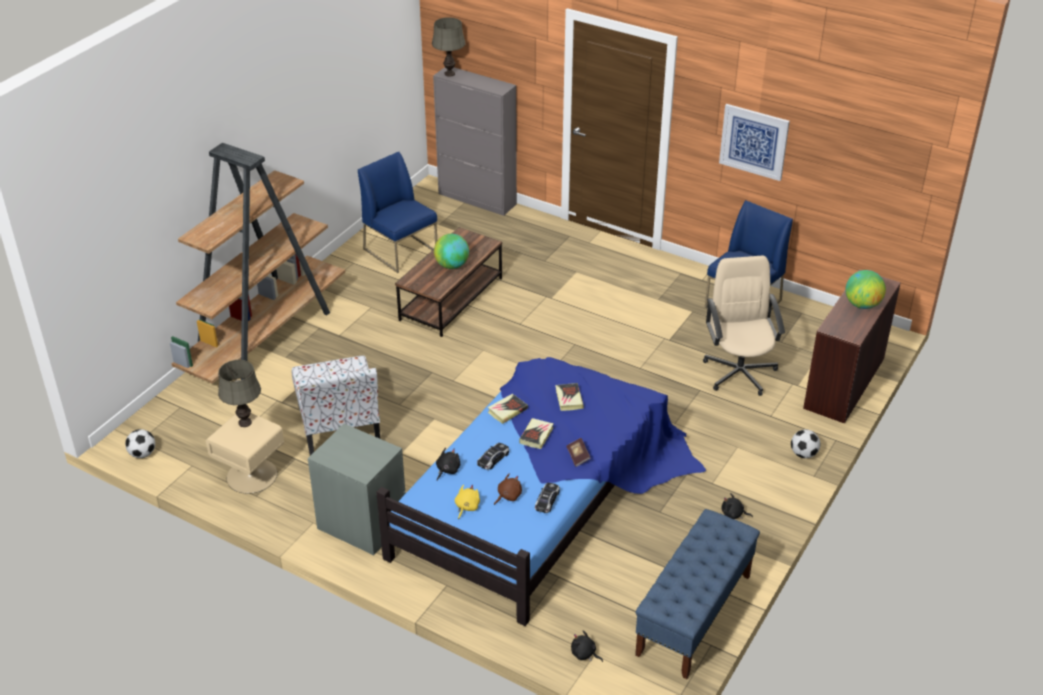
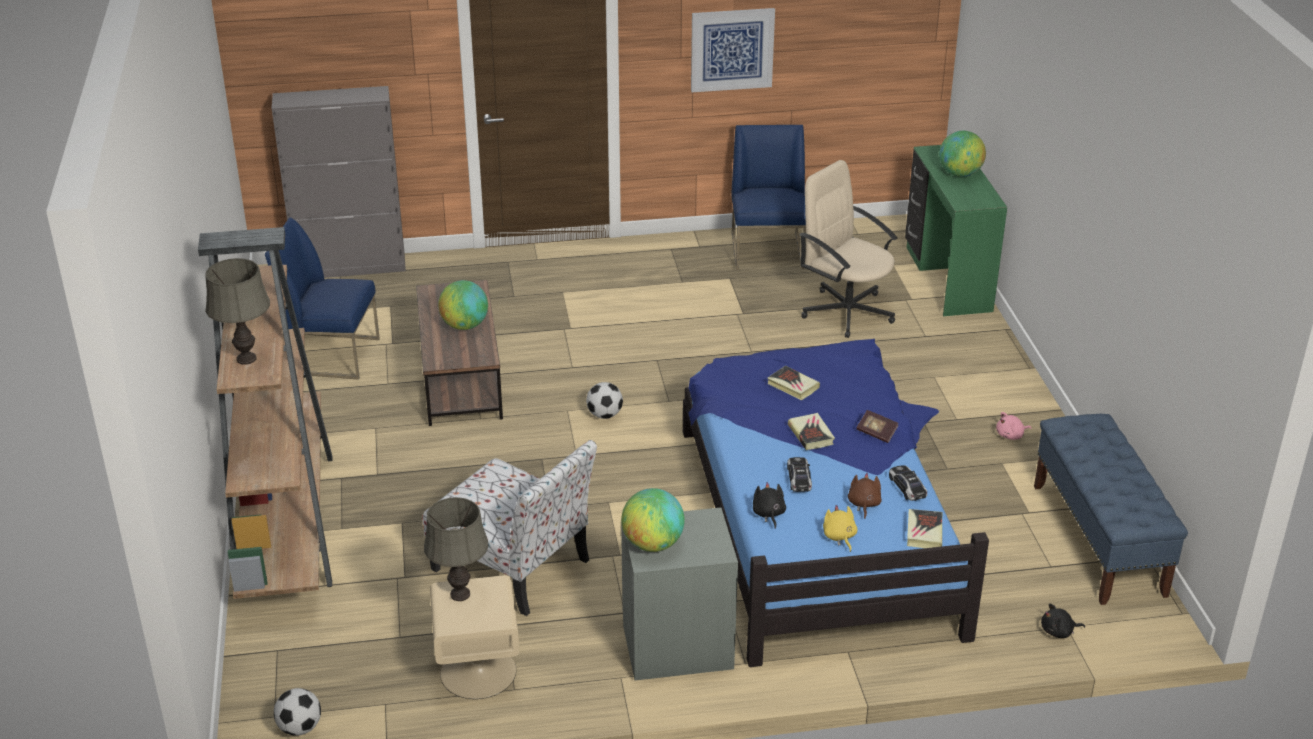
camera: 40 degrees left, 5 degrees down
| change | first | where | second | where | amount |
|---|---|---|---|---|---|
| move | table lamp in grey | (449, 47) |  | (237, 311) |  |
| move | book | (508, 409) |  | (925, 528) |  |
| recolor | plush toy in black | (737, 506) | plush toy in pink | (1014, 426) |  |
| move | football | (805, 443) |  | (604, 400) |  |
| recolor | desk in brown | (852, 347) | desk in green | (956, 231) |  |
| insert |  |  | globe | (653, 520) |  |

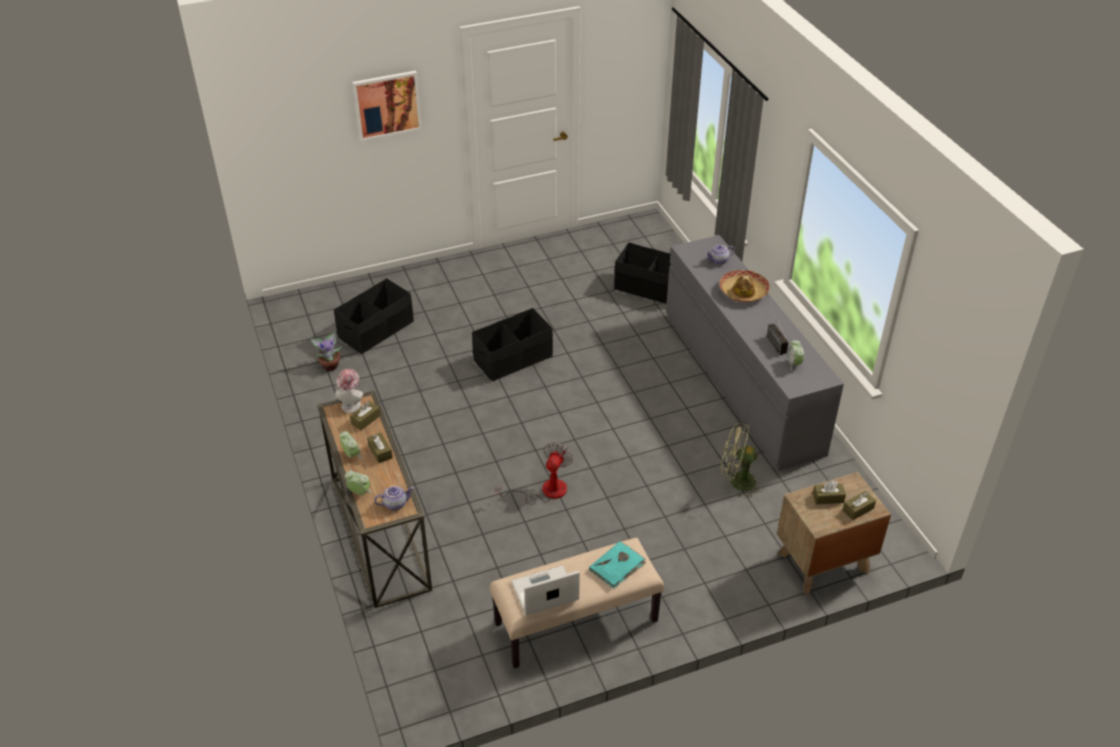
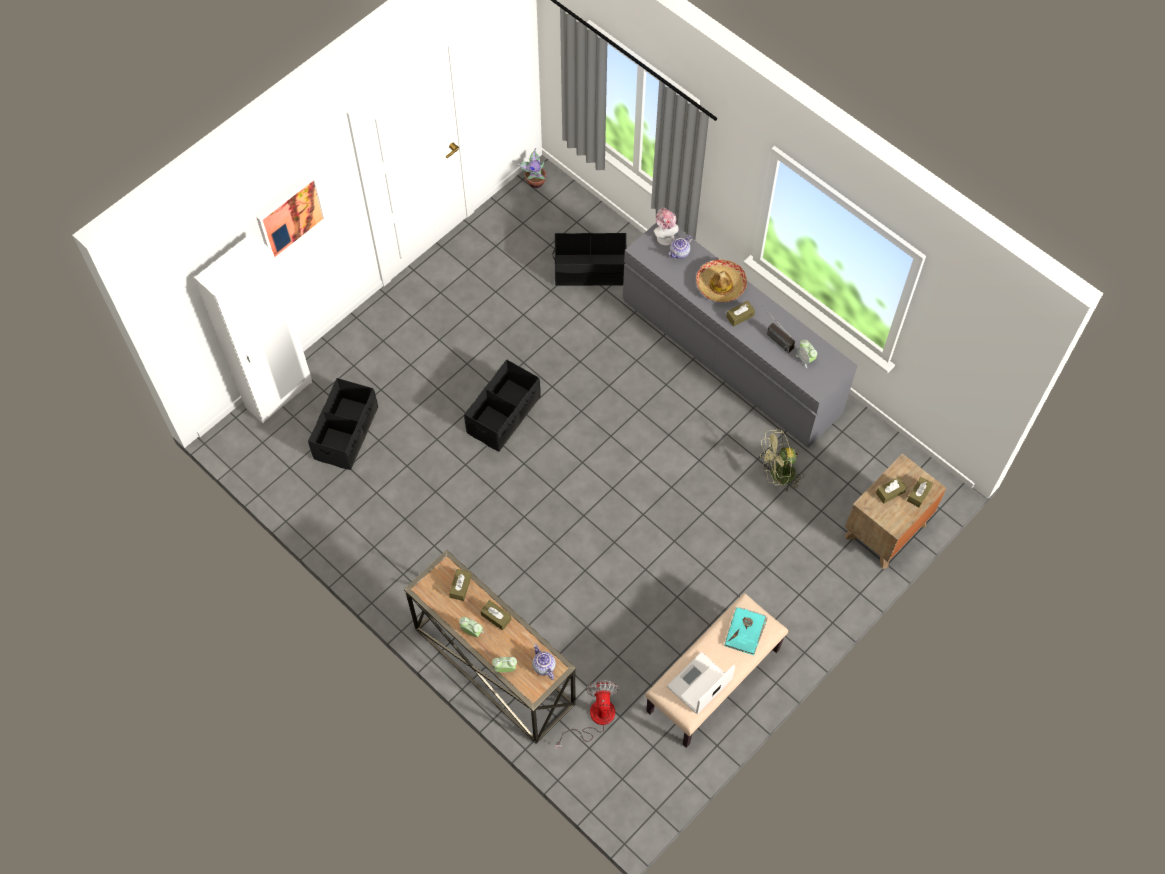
camera: 25 degrees left, 20 degrees up
| change | first | where | second | where | amount |
|---|---|---|---|---|---|
| move | potted plant | (325, 350) |  | (532, 168) |  |
| move | hat | (349, 391) |  | (666, 227) |  |
| rotate | teapot | (394, 498) |  | (544, 662) | 75 degrees counterclockwise |
| move | fan | (534, 473) |  | (587, 714) |  |
| insert |  |  | wardrobe in white | (253, 328) |  |
| insert |  |  | tissue box in brown | (740, 314) |  |

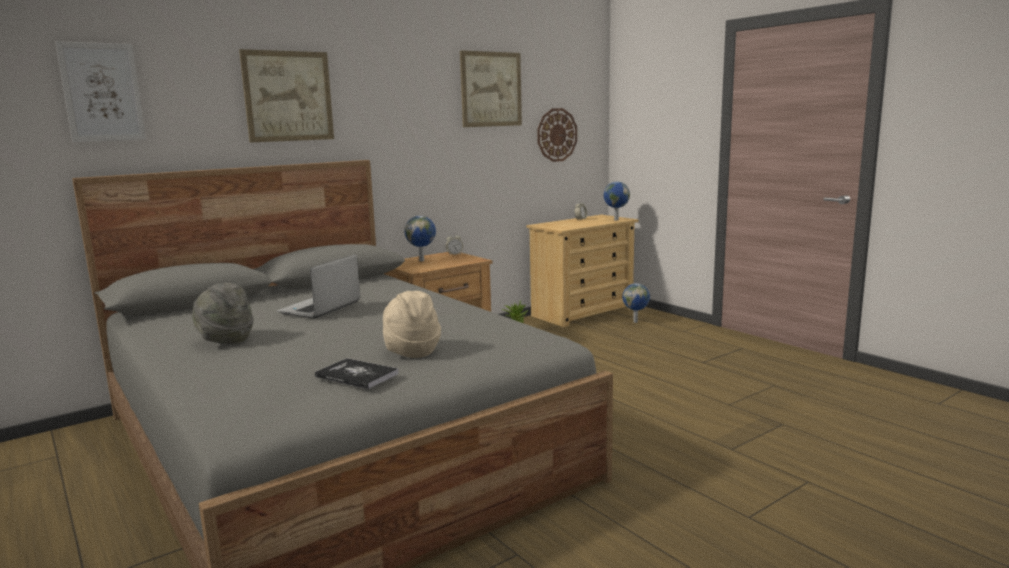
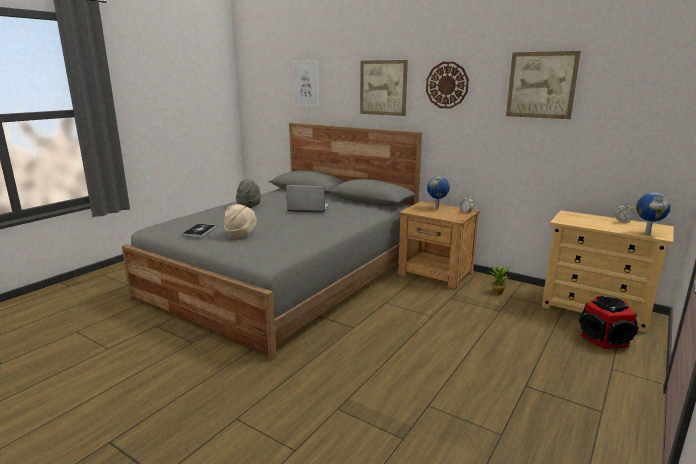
camera: 70 degrees right, 5 degrees up
| change | first | where | second | where | amount |
|---|---|---|---|---|---|
| move | wall clock | (557, 135) |  | (447, 85) |  |
| replace | globe | (636, 303) | speaker | (608, 322) |  |

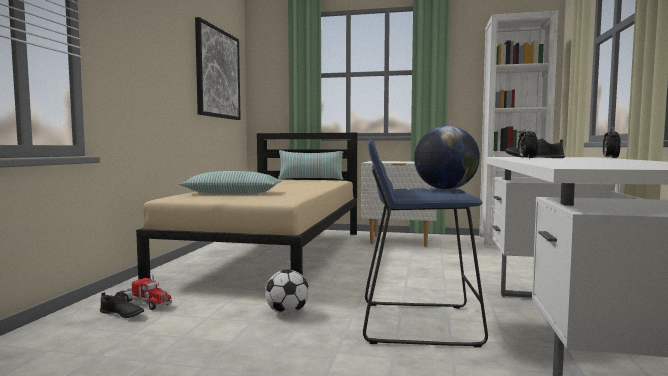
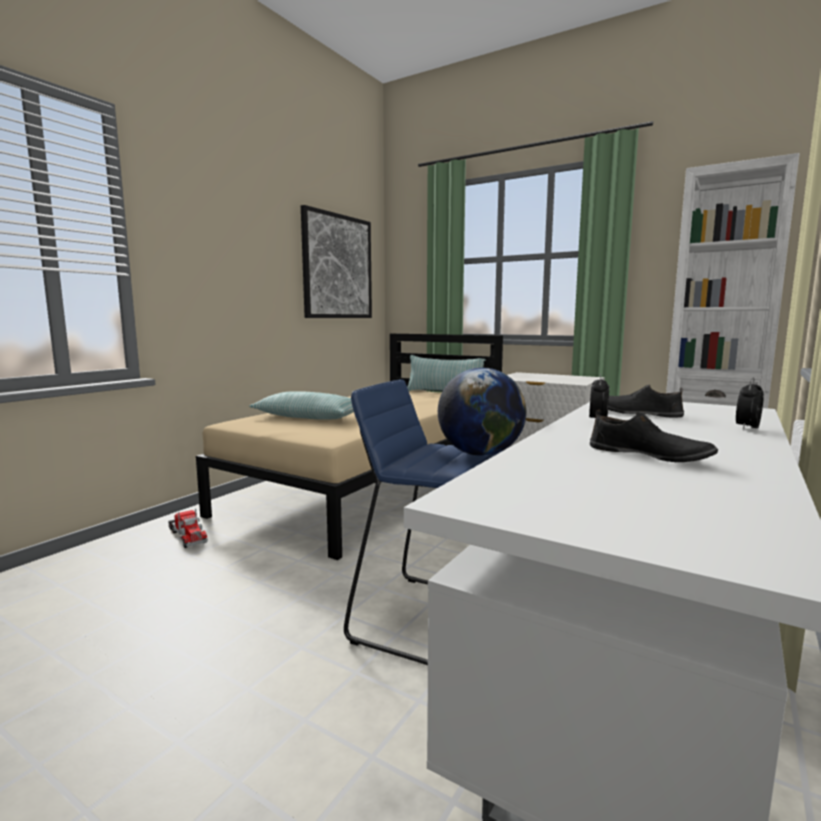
camera: 20 degrees right, 5 degrees up
| change | first | where | second | where | amount |
|---|---|---|---|---|---|
| move | shoe in black | (122, 305) |  | (654, 435) |  |
| delete | football | (287, 292) |  |  |  |

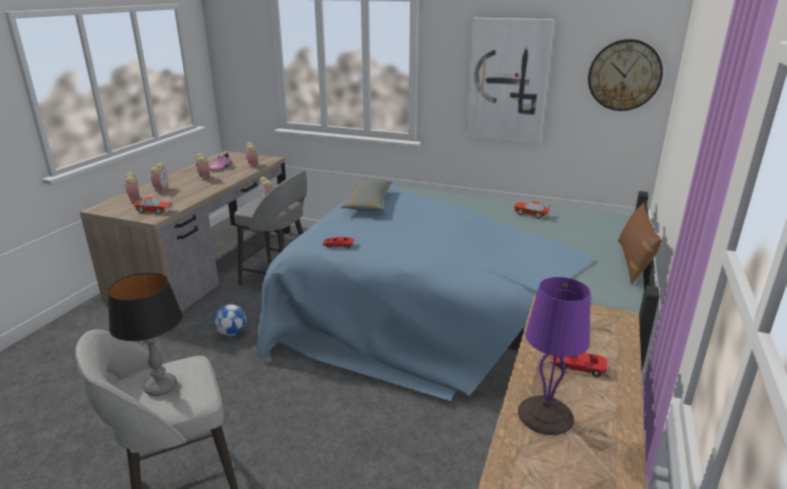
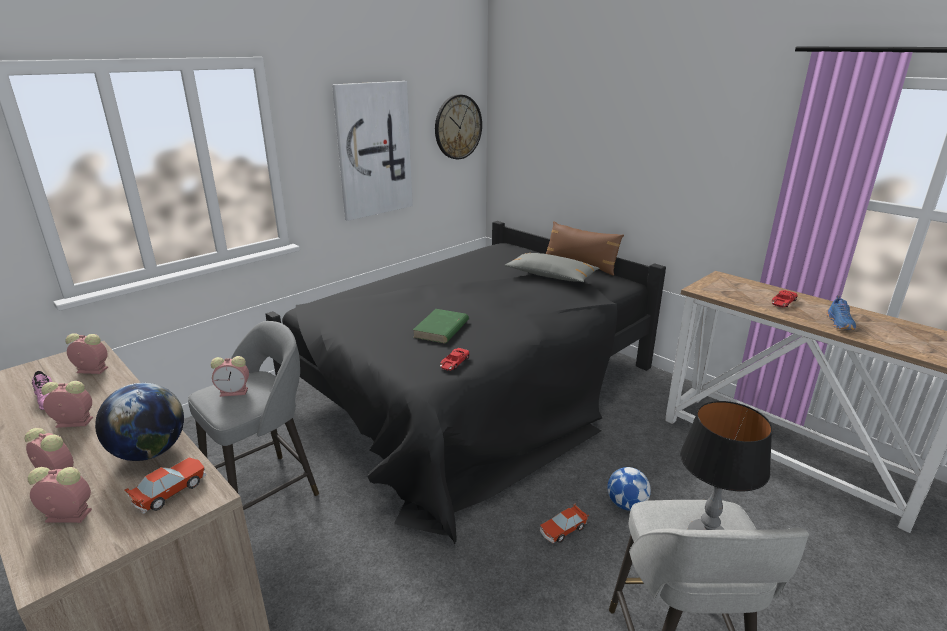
camera: 65 degrees left, 0 degrees up
| change | first | where | second | where | amount |
|---|---|---|---|---|---|
| move | football | (230, 320) |  | (629, 489) |  |
| recolor | bed in blue | (458, 293) | bed in black | (465, 383) |  |
| move | pillow in grey | (366, 195) |  | (551, 267) |  |
| move | toy car | (532, 210) |  | (564, 523) |  |
| replace | table lamp in purple | (554, 356) | shoe in blue | (841, 312) |  |
| insert |  |  | globe | (139, 422) |  |
| insert |  |  | book in green | (441, 326) |  |

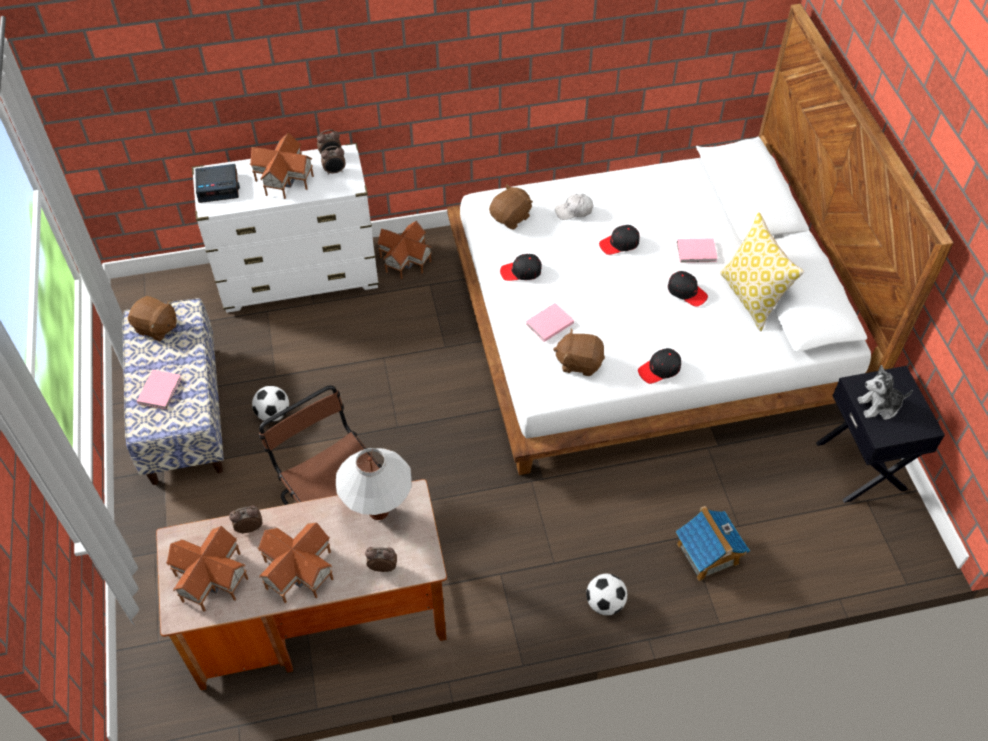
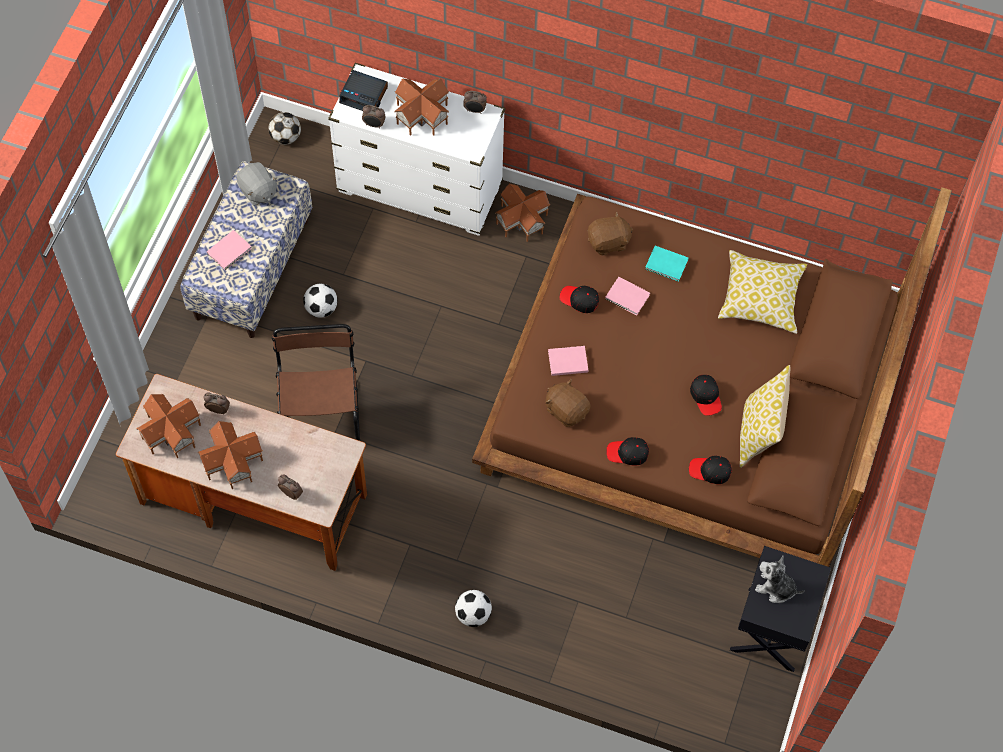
camera: 30 degrees right, 10 degrees up
| change | first | where | second | where | amount |
|---|---|---|---|---|---|
| recolor | plush toy in brown | (152, 318) | plush toy in grey | (257, 184) |  |
| move | alarm clock | (333, 160) |  | (374, 117) |  |
| delete | table lamp in white | (374, 484) |  |  |  |
| recolor | bed in white | (700, 239) | bed in brown | (712, 377) |  |
| replace | cap in white | (574, 206) | book in turquoise | (666, 264) |  |
| move | cap in black | (619, 240) |  | (710, 470) |  |
| delete | toy house | (712, 543) |  |  |  |
| move | book in pink | (697, 250) |  | (627, 296) |  |
| insert |  |  | football | (285, 128) |  |
| insert |  |  | pillow | (762, 292) |  |

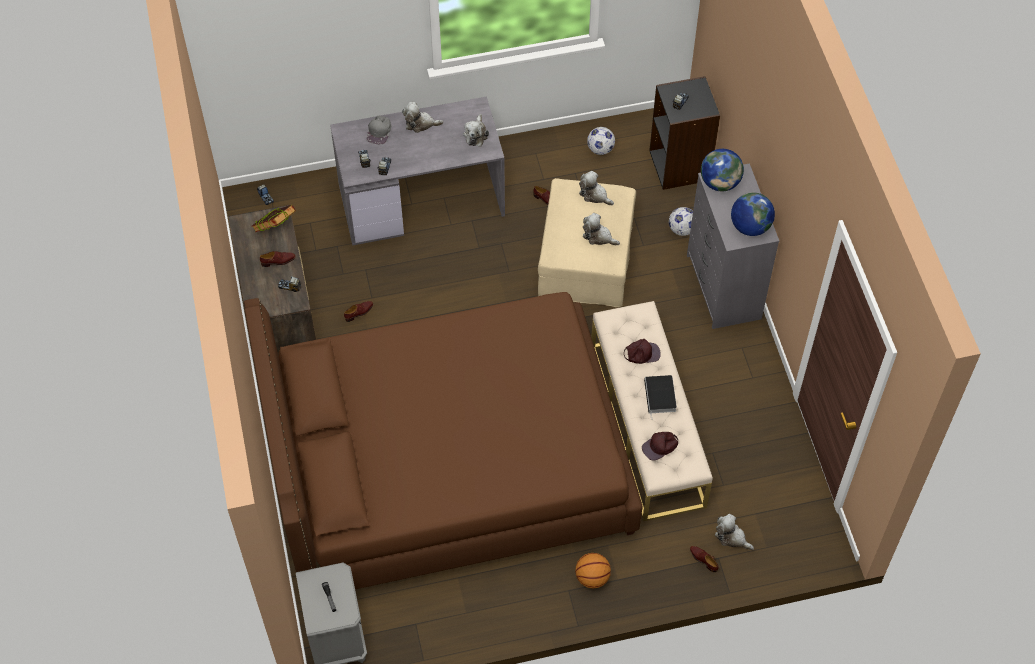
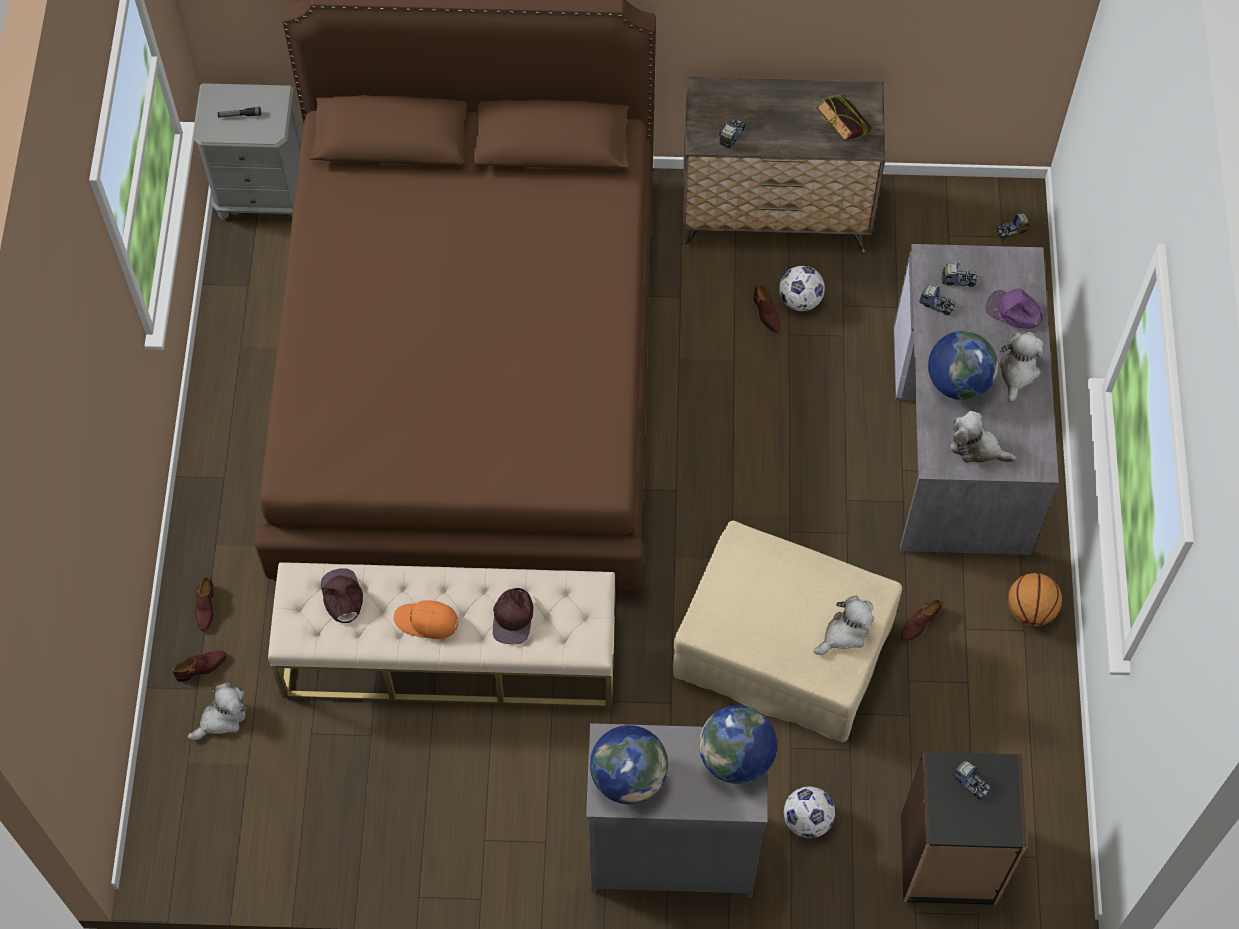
camera: 105 degrees right, 5 degrees up
| change | first | where | second | where | amount |
|---|---|---|---|---|---|
| move | shoe in brown | (278, 259) |  | (204, 604) |  |
| recolor | cap in grey | (379, 129) | cap in purple | (1013, 308) |  |
| move | basketball | (593, 571) |  | (1035, 599) |  |
| delete | plush toy | (601, 229) |  |  |  |
| move | football | (601, 141) |  | (802, 288) |  |
| replace | book | (660, 397) | cap in orange | (426, 619) |  |
| insert |  |  | globe | (963, 365) |  |

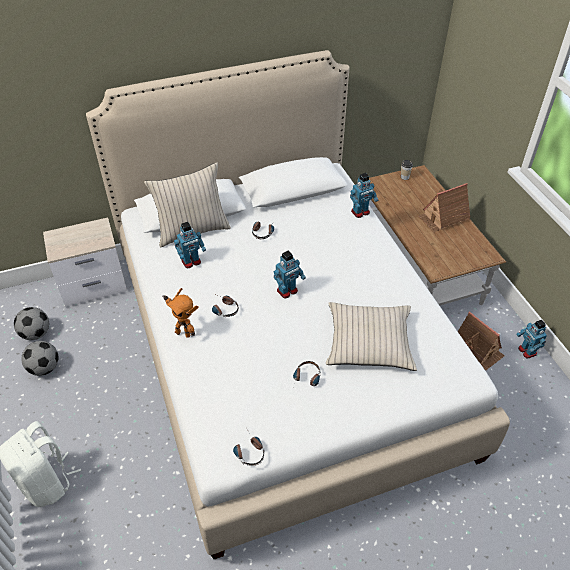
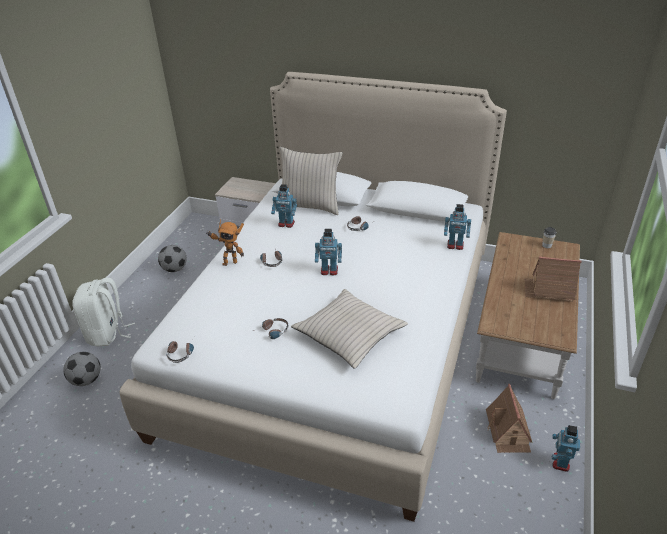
camera: 40 degrees right, 10 degrees down
| change | first | where | second | where | amount |
|---|---|---|---|---|---|
| move | football | (31, 323) |  | (81, 369) |  |
| rotate | toy robot | (181, 313) |  | (225, 242) | 75 degrees counterclockwise |

